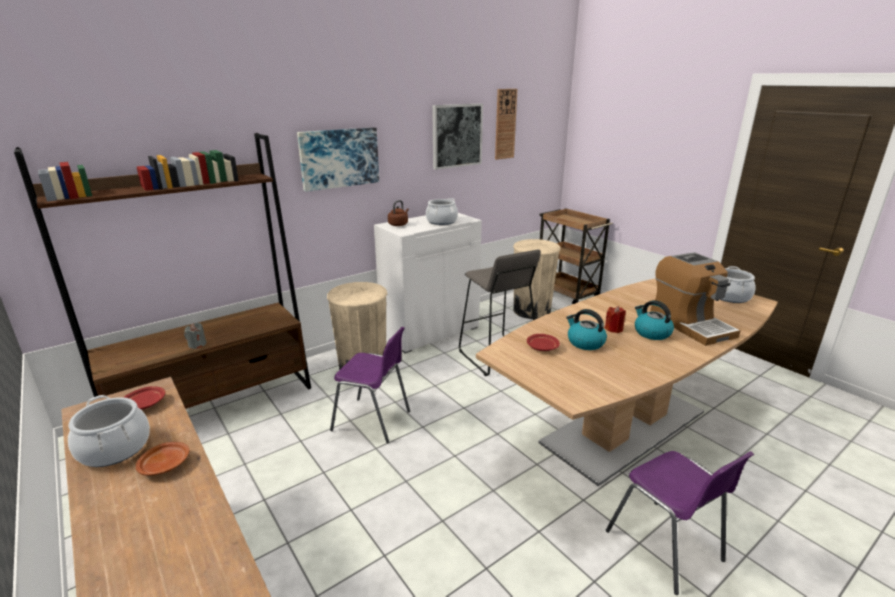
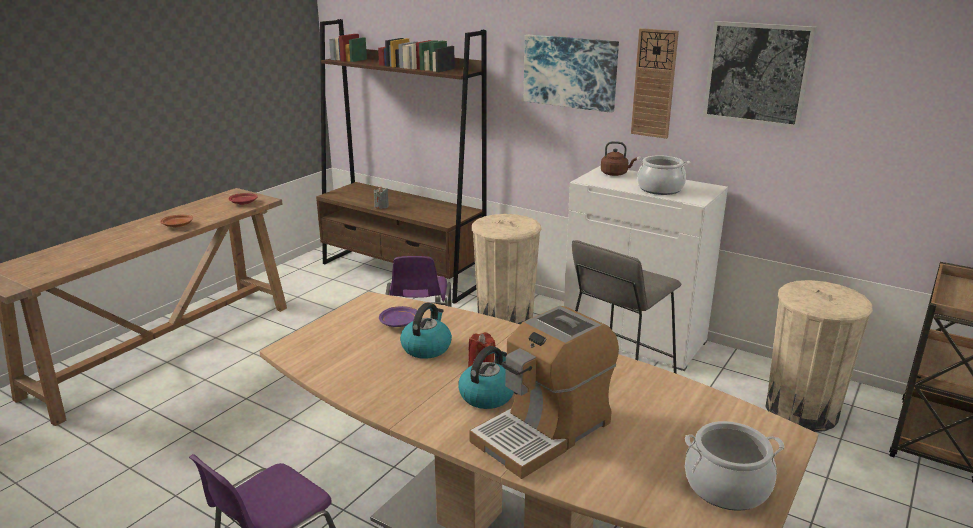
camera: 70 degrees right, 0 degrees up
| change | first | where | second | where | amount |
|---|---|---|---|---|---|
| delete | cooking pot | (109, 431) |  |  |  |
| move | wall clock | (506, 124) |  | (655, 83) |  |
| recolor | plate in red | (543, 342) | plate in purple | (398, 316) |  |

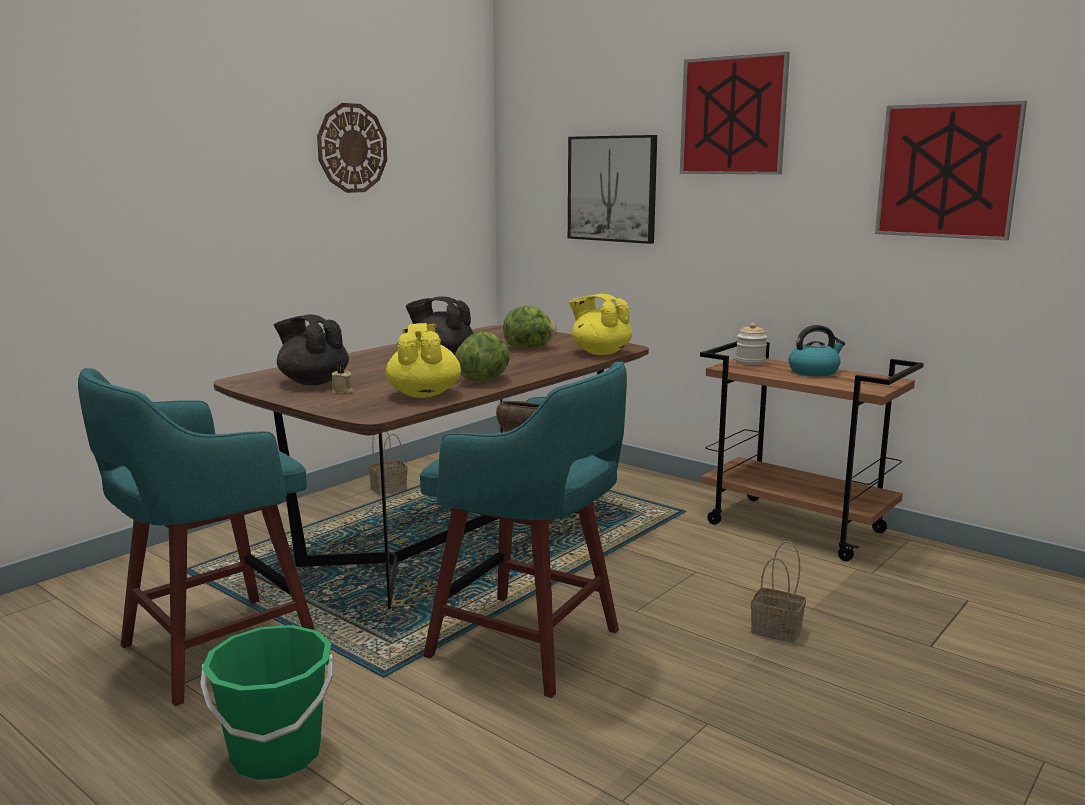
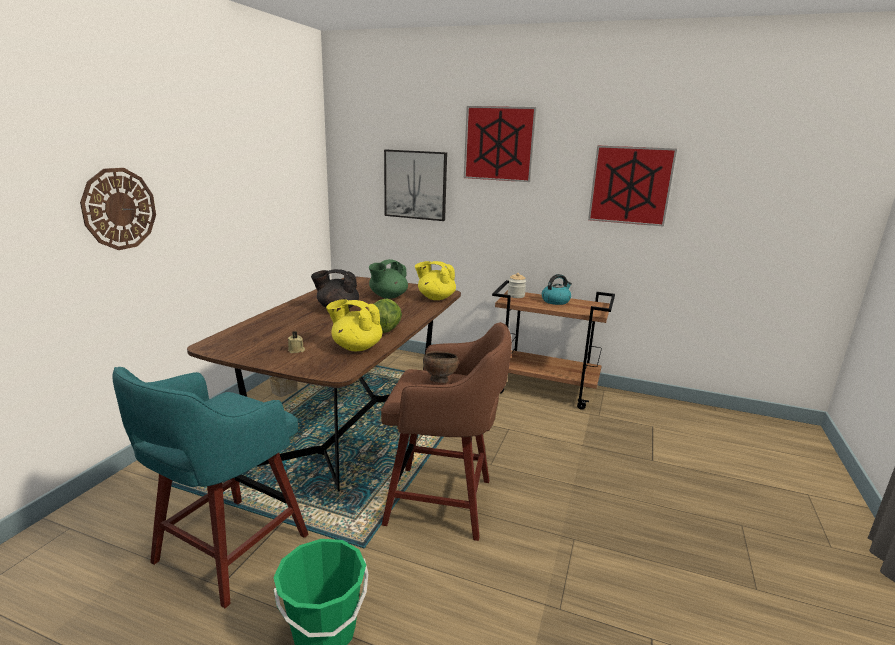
camera: 20 degrees left, 5 degrees up
| change | first | where | second | where | amount |
|---|---|---|---|---|---|
| delete | teapot in black | (311, 349) |  |  |  |
| move | wall clock | (352, 148) |  | (118, 209) |  |
| rotate | teapot in yellow | (423, 360) |  | (354, 325) | 45 degrees counterclockwise |
| recolor | stool in turquoise | (523, 529) | stool in brown | (446, 431) |  |
| replace | lettuce | (530, 327) | teapot in green | (388, 279) |  |
| delete | basket | (778, 592) |  |  |  |

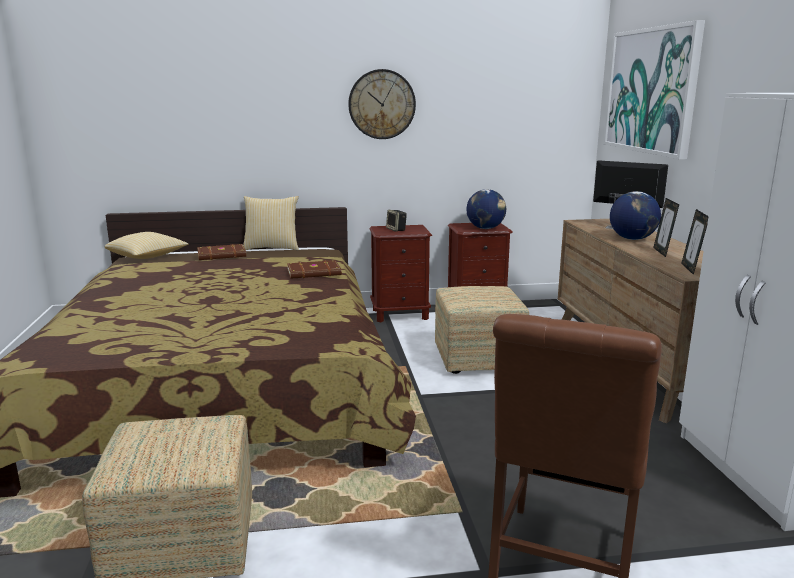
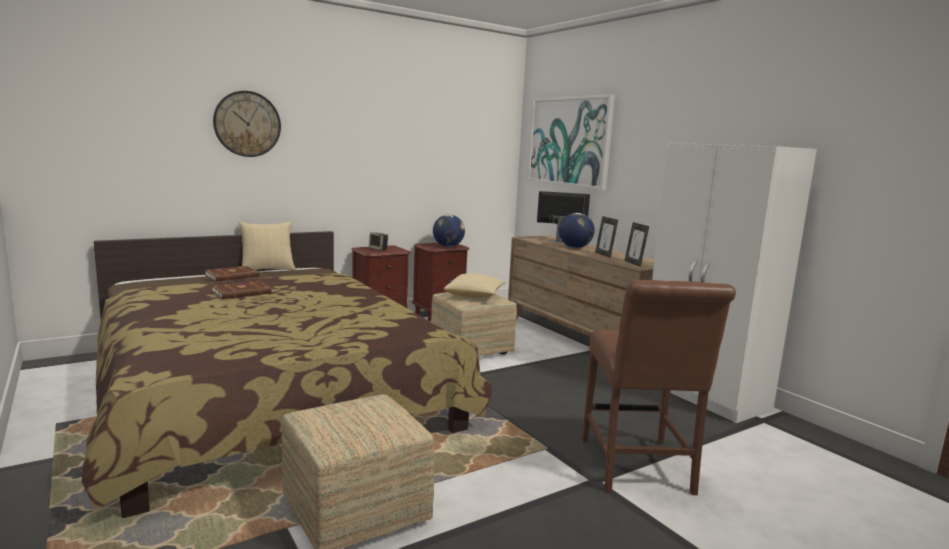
camera: 25 degrees left, 5 degrees down
| change | first | where | second | where | amount |
|---|---|---|---|---|---|
| move | pillow | (146, 245) |  | (474, 285) |  |
| move | book in brown | (314, 269) |  | (242, 290) |  |
| move | wall clock | (382, 104) |  | (247, 124) |  |

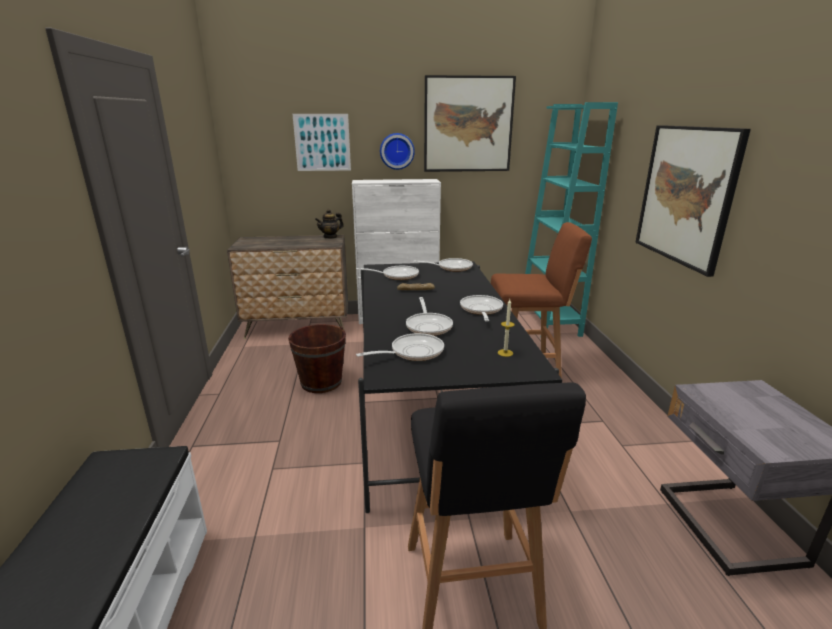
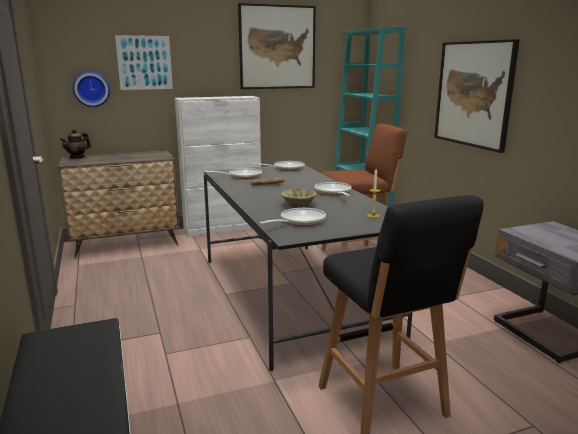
camera: 15 degrees left, 5 degrees down
| change | first | where | second | where | amount |
|---|---|---|---|---|---|
| delete | bucket in brown | (317, 358) |  |  |  |
| move | teapot | (329, 224) |  | (75, 144) |  |
| move | wall clock | (397, 151) |  | (91, 89) |  |
| replace | frying pan | (429, 316) | bowl in beige | (299, 198) |  |

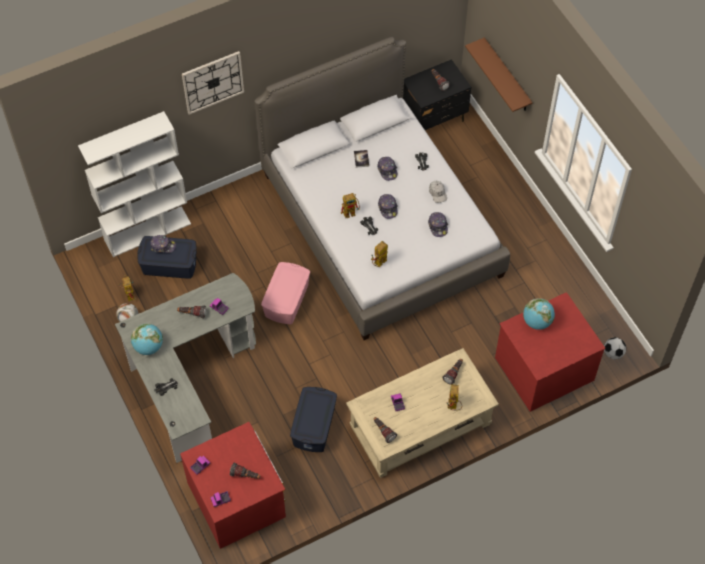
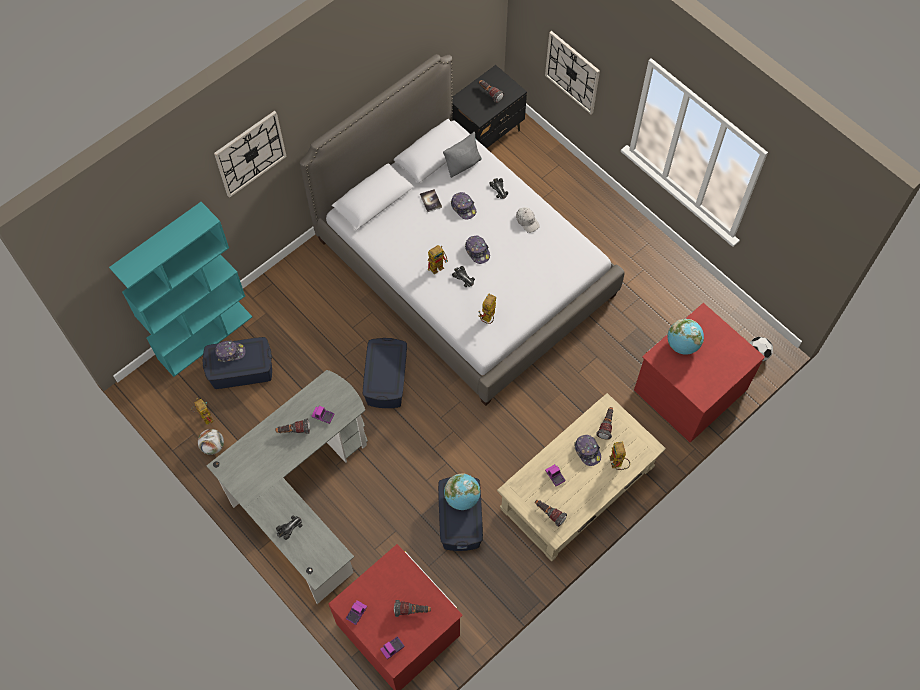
camera: 15 degrees left, 5 degrees up
| change | first | where | second | where | amount |
|---|---|---|---|---|---|
| recolor | bookcase in white | (134, 184) | bookcase in turquoise | (180, 289) |  |
| move | globe | (147, 339) |  | (462, 492) |  |
| recolor | storage box in pink | (285, 293) | storage box in blue | (385, 373) |  |
| move | cap | (438, 224) |  | (587, 450) |  |
| replace | shelf in brown | (499, 74) | wall clock | (572, 72) |  |
| insert |  |  | pillow in grey | (462, 155) |  |

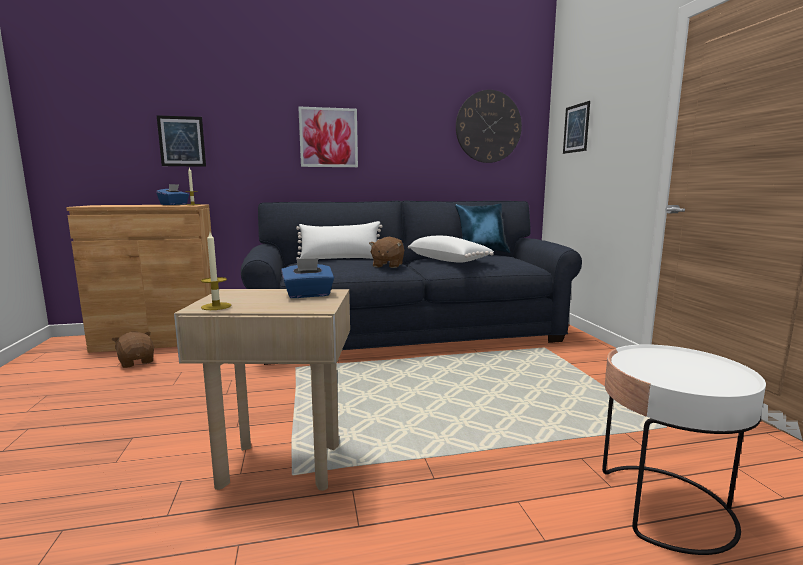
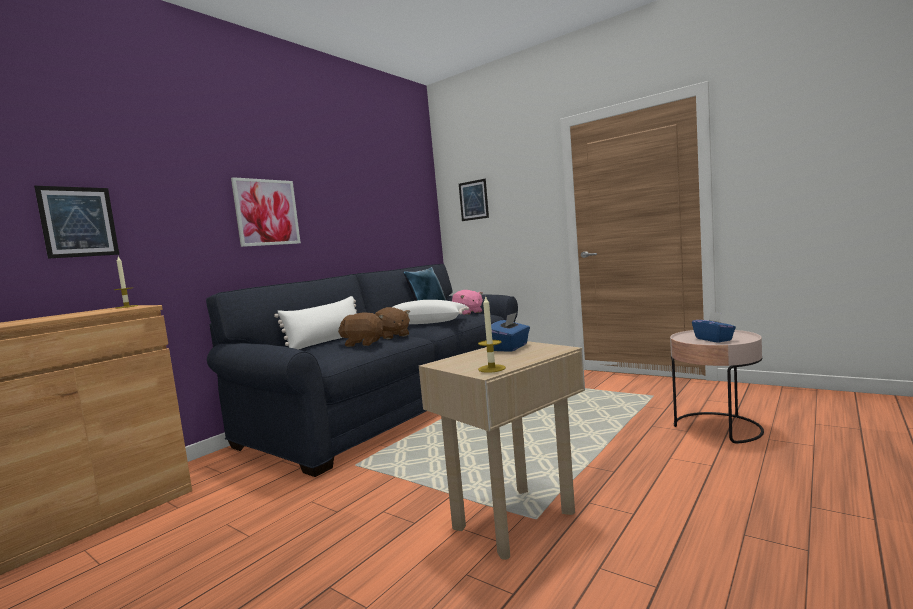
camera: 40 degrees left, 5 degrees down
| change | first | where | second | where | amount |
|---|---|---|---|---|---|
| move | plush toy in brown | (133, 350) |  | (360, 330) |  |
| move | tissue box in blue | (172, 194) |  | (714, 327) |  |
| delete | wall clock | (489, 126) |  |  |  |
| recolor | side table in white | (684, 449) | side table in pink | (717, 387) |  |
| insert |  |  | plush toy in pink | (467, 302) |  |

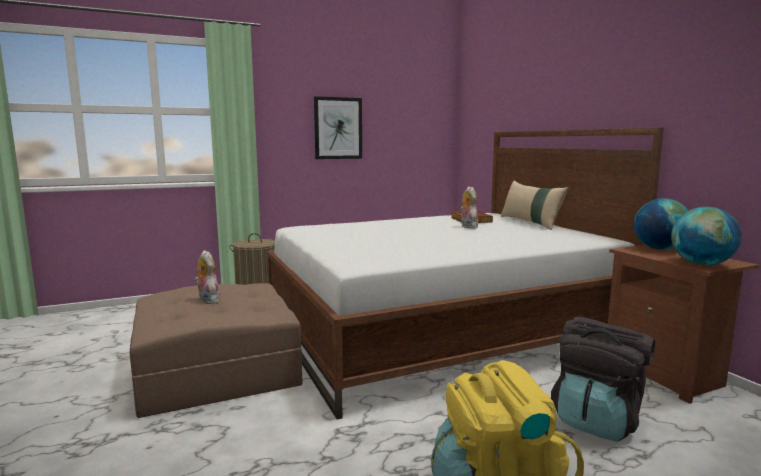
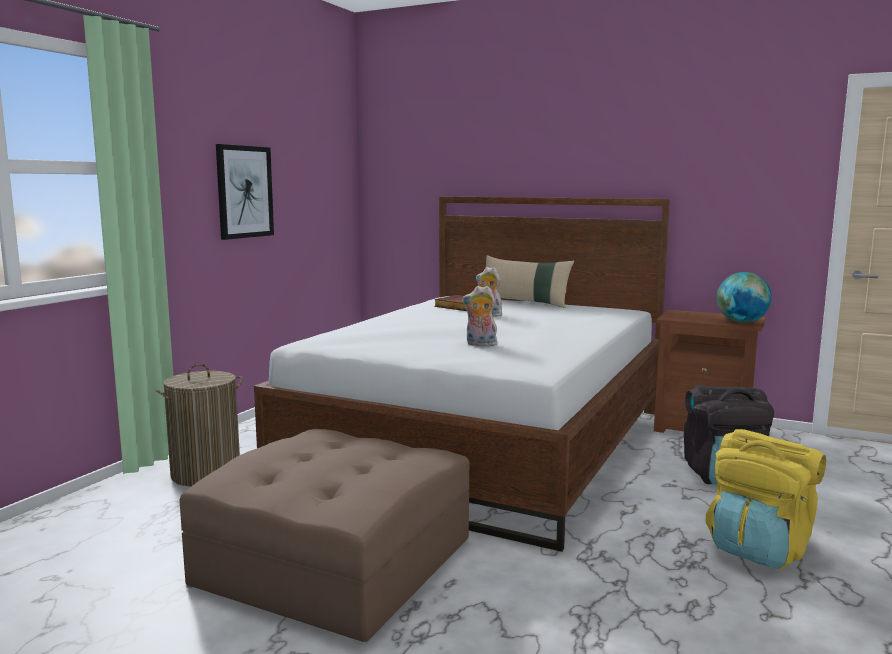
camera: 40 degrees left, 0 degrees up
| change | first | where | second | where | amount |
|---|---|---|---|---|---|
| move | plush toy | (207, 277) |  | (479, 316) |  |
| delete | globe | (661, 224) |  |  |  |

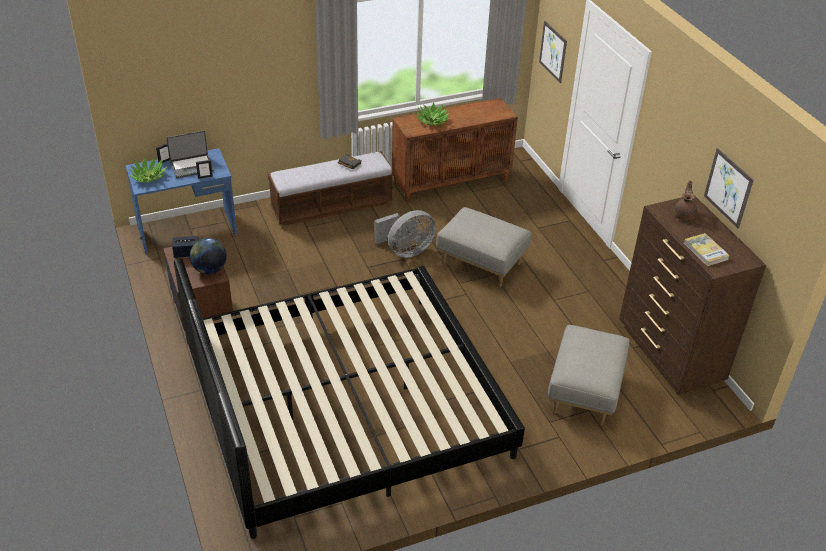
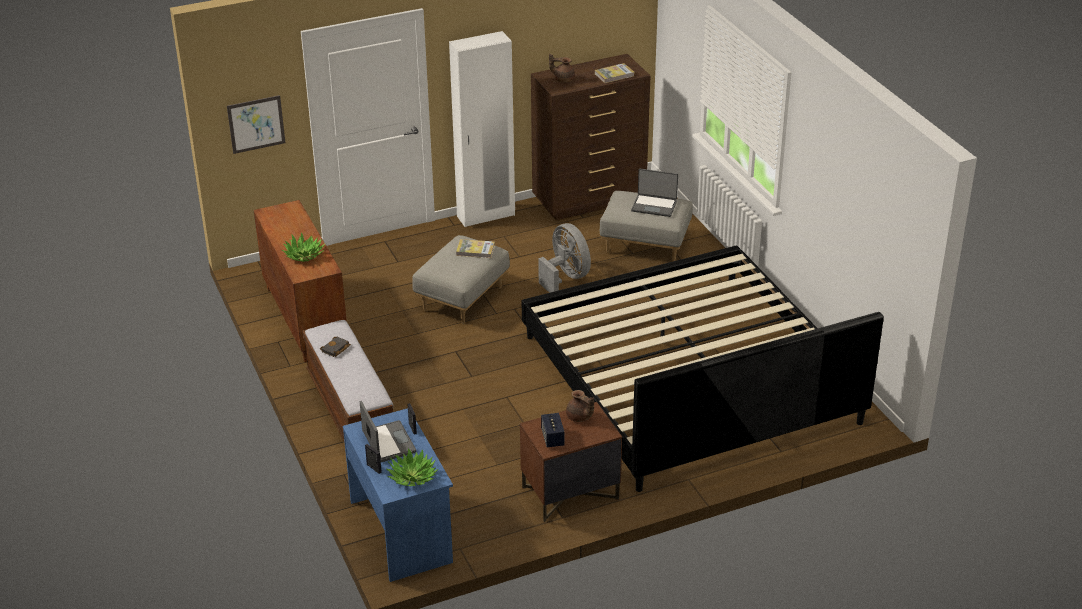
camera: 90 degrees left, 5 degrees down
| change | first | where | second | where | amount |
|---|---|---|---|---|---|
| replace | globe | (208, 256) | teapot in brown | (580, 406) |  |
| move | fan in grey | (405, 234) |  | (564, 258) |  |
| delete | picture | (729, 188) |  |  |  |
| insert |  |  | wardrobe in white | (482, 129) |  |
| insert |  |  | book | (475, 248) |  |
| insert |  |  | laptop | (654, 193) |  |

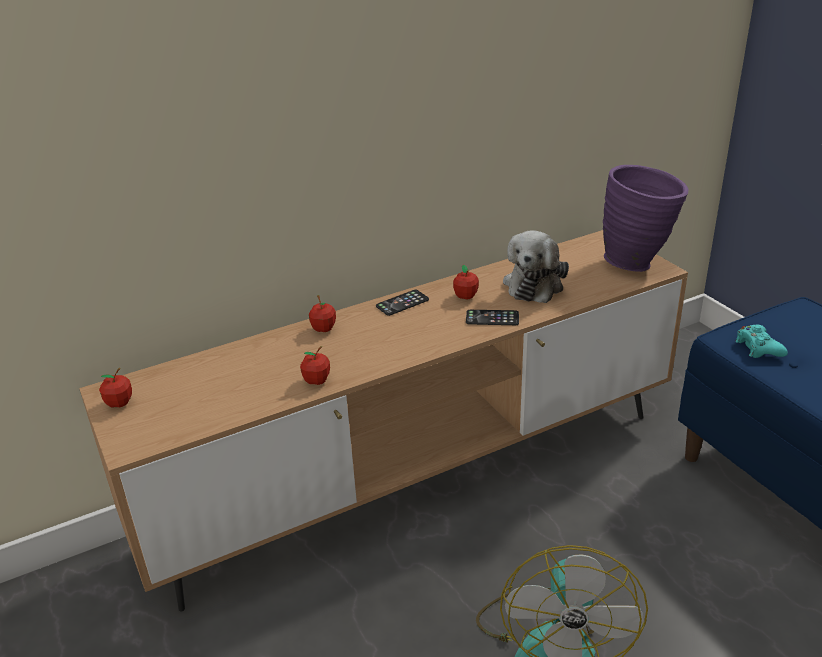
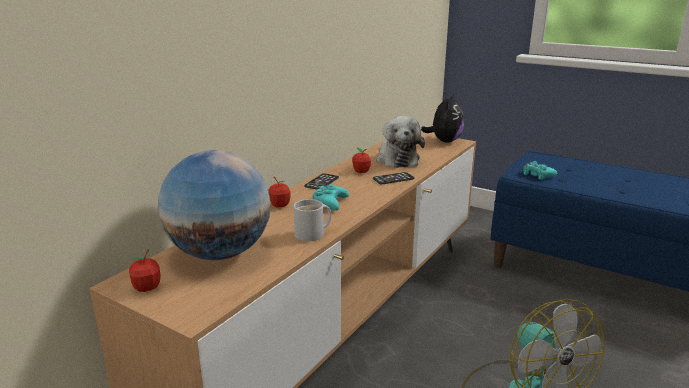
camera: 30 degrees left, 10 degrees down
| change | first | where | second | where | amount |
|---|---|---|---|---|---|
| replace | apple | (315, 365) | mug in white | (312, 220) |  |
| replace | vase in purple | (645, 218) | plush toy | (442, 118) |  |
| insert |  |  | globe | (214, 205) |  |
| insert |  |  | game controller in turquoise | (331, 197) |  |

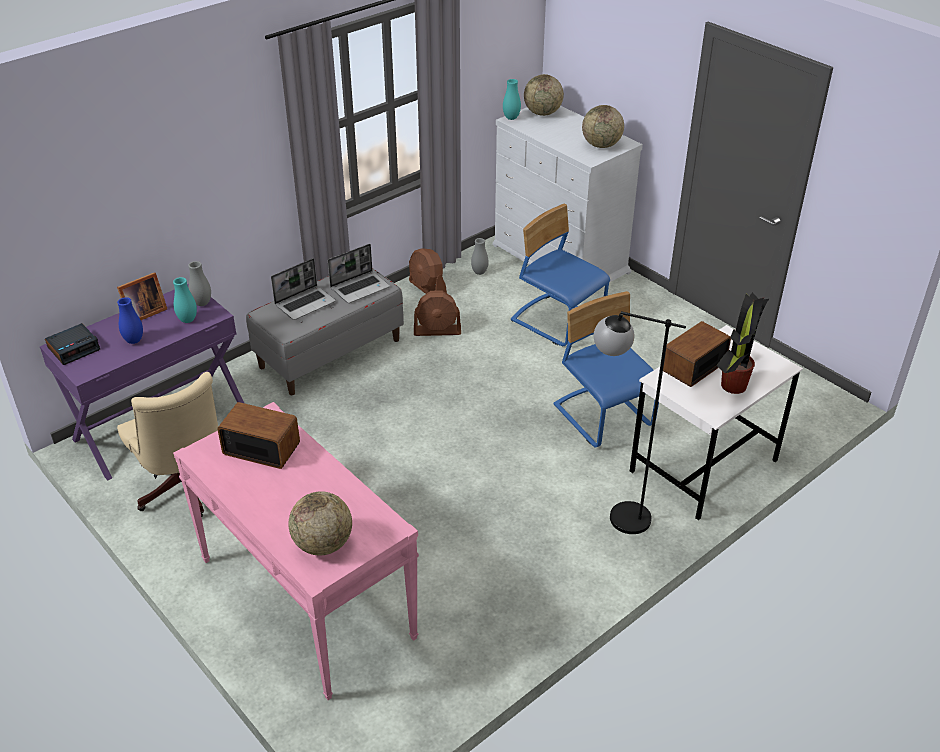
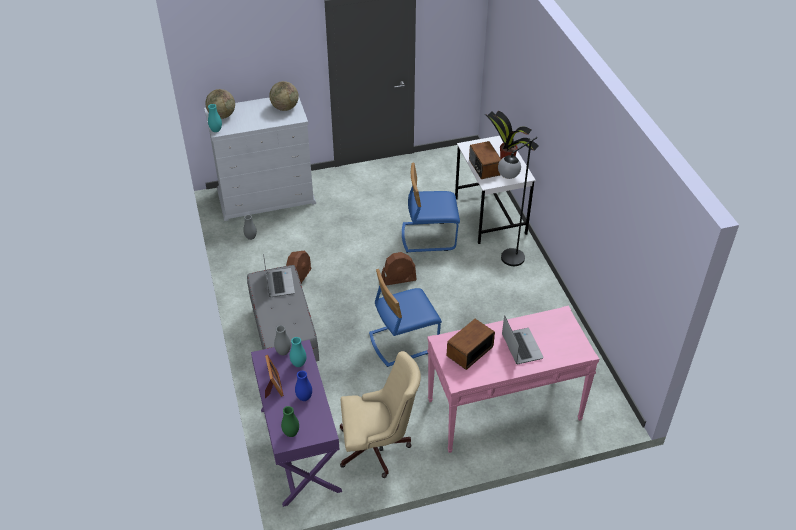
camera: 65 degrees left, 5 degrees up
| change | first | where | second | where | amount |
|---|---|---|---|---|---|
| replace | alarm clock | (72, 344) | vase in green | (290, 421) |  |
| move | laptop | (303, 289) |  | (523, 339) |  |
| delete | globe | (320, 523) |  |  |  |
| move | fan in brown | (428, 271) |  | (399, 269) |  |
| move | chair in blue | (560, 275) |  | (405, 318) |  |

